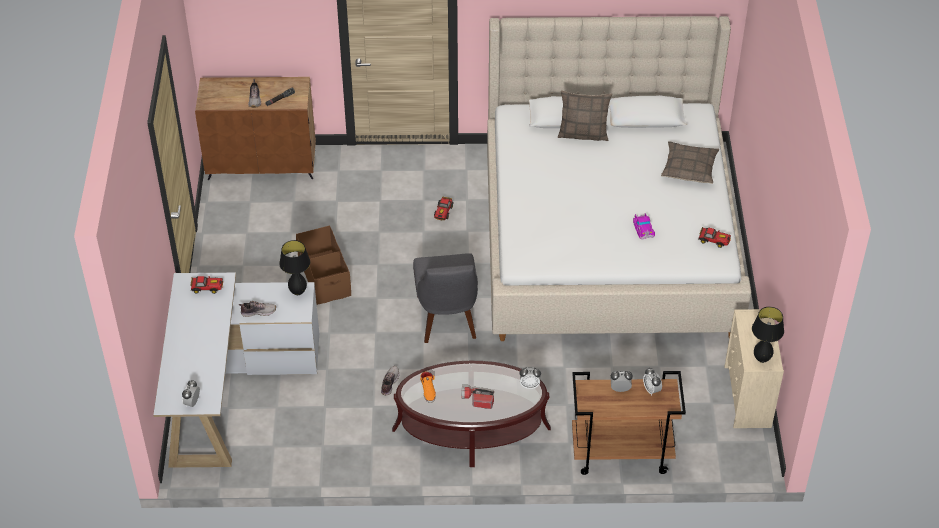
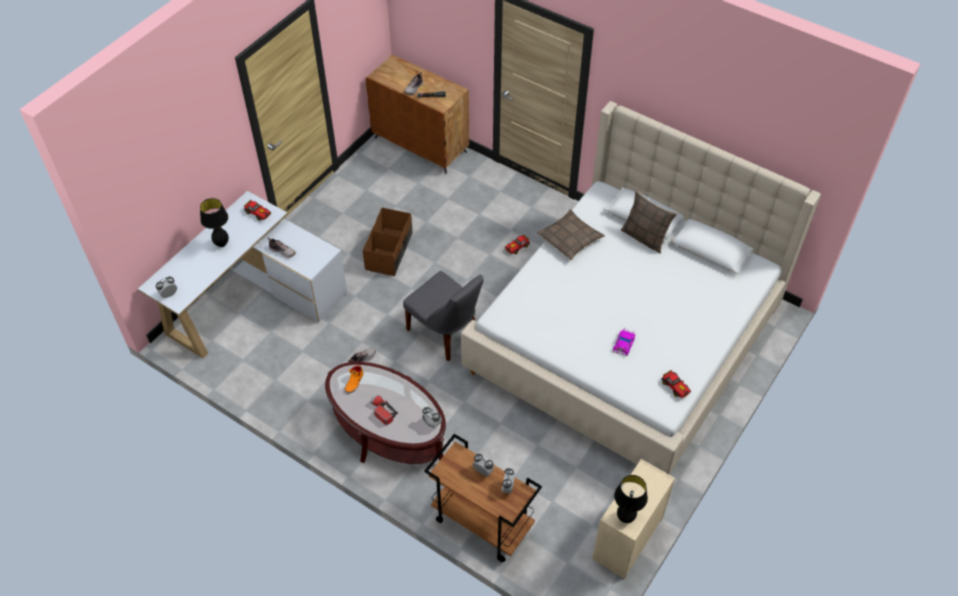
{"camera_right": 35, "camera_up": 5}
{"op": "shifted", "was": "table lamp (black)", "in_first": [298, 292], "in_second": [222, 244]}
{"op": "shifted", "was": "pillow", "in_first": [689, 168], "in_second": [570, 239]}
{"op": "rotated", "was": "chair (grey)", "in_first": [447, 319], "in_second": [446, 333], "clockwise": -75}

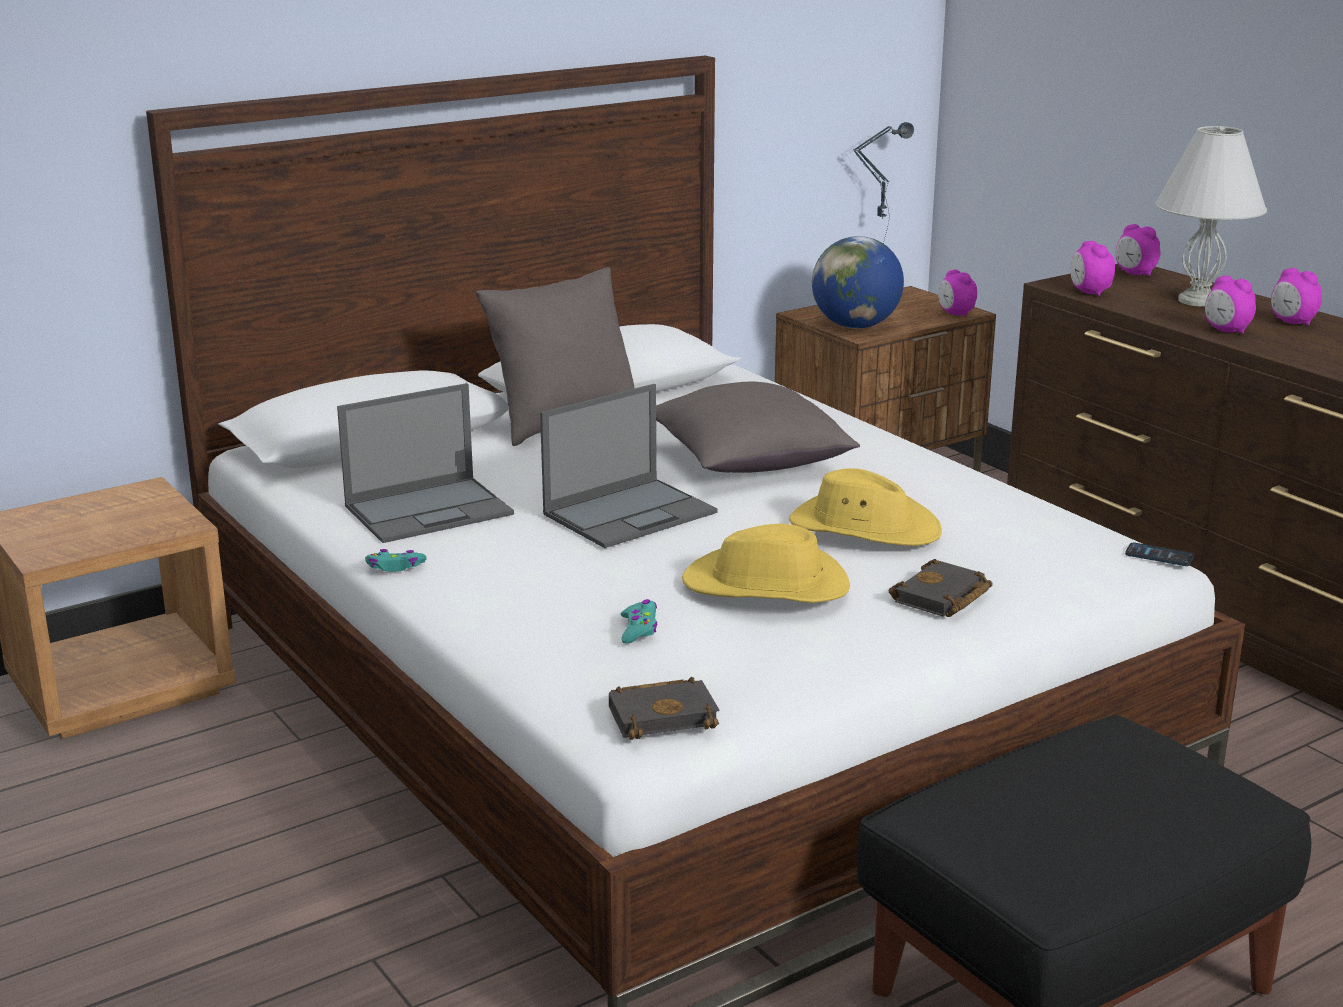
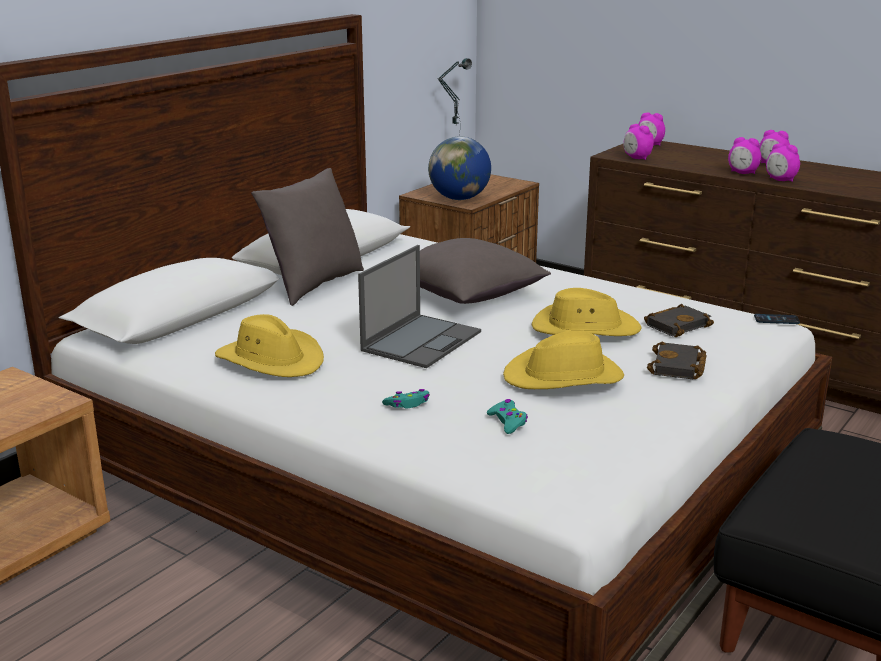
{"camera_right": -20, "camera_up": 0}
{"op": "gone", "was": "table lamp (white)", "in_first": [1198, 300]}
{"op": "shifted", "was": "game controller (turquoise)", "in_first": [395, 567], "in_second": [408, 404]}
{"op": "shifted", "was": "book (black)", "in_first": [664, 715], "in_second": [677, 325]}
{"op": "shifted", "was": "alarm clock", "in_first": [955, 314], "in_second": [780, 180]}
{"op": "swapped", "was": "laptop", "now": "hat (yellow)", "in_first": [430, 510], "in_second": [271, 360]}

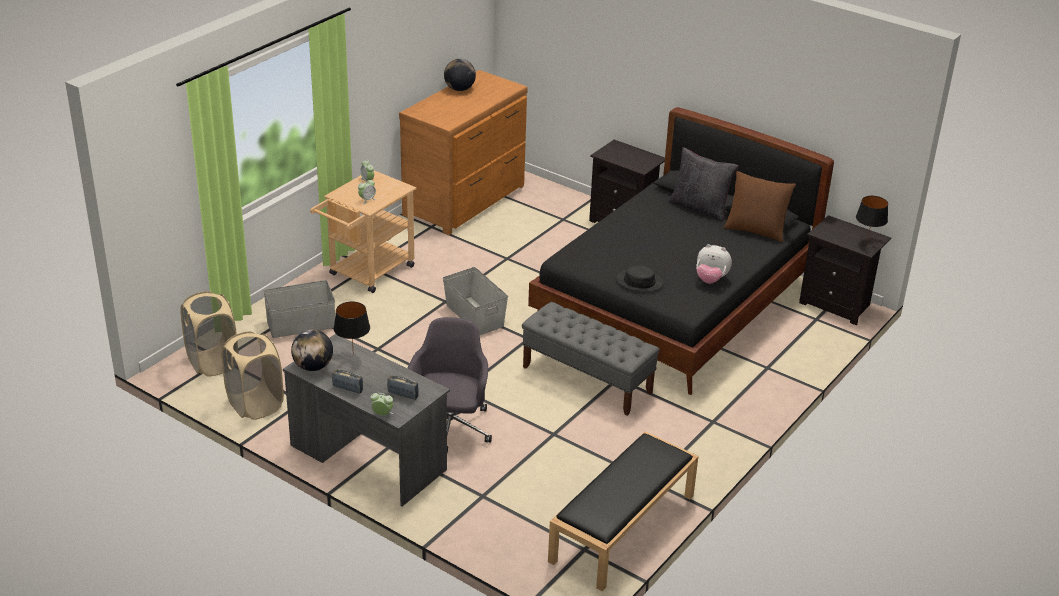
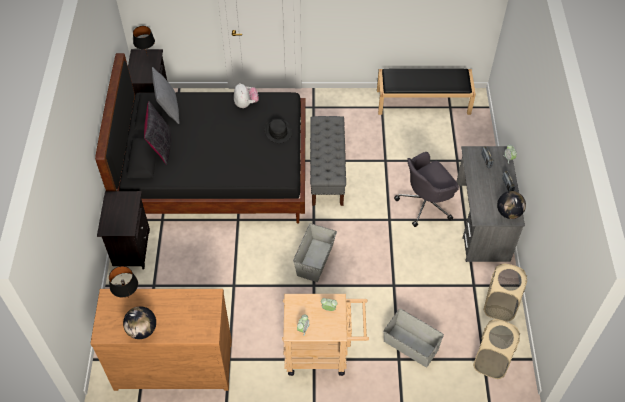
{"camera_right": -125, "camera_up": 20}
{"op": "shifted", "was": "table lamp (black)", "in_first": [352, 354], "in_second": [128, 298]}
{"op": "repainted", "was": "pillow (brown)", "now": "pillow (grey)", "in_first": [756, 230], "in_second": [168, 109]}

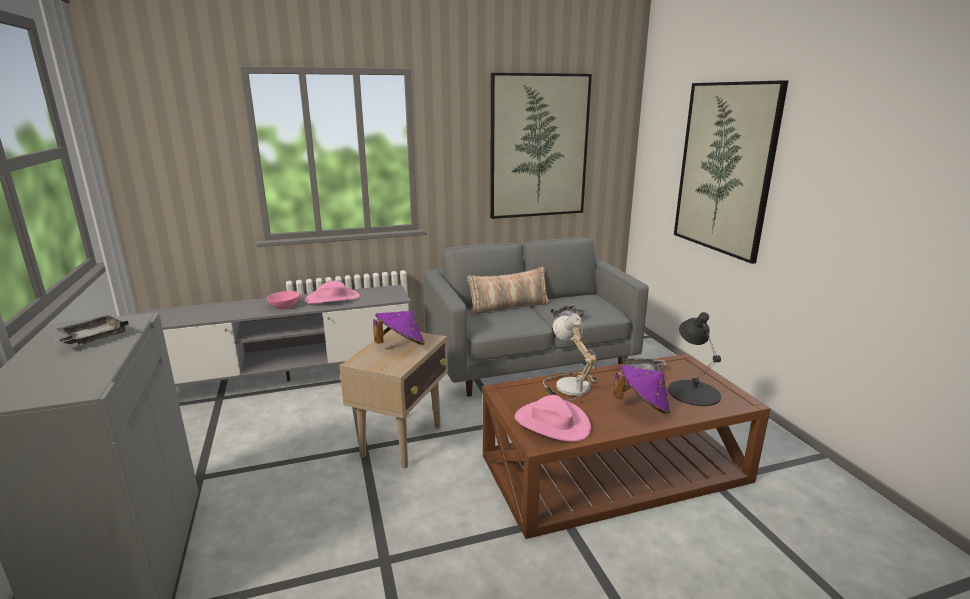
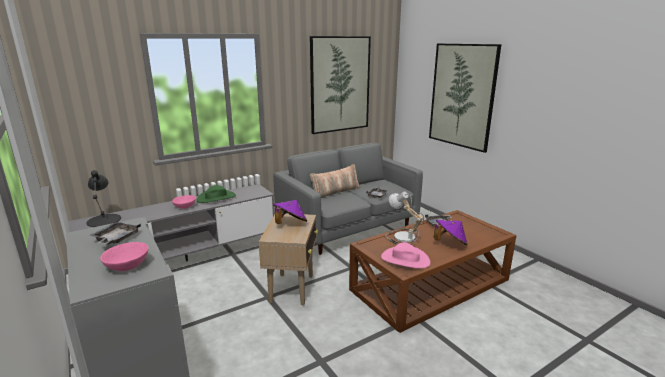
{"camera_right": -15, "camera_up": 0}
{"op": "new", "now": "bowl (pink)", "in_second": [128, 266]}
{"op": "shifted", "was": "table lamp (black)", "in_first": [694, 392], "in_second": [104, 220]}
{"op": "repainted", "was": "hat (pink)", "now": "hat (green)", "in_first": [332, 298], "in_second": [216, 198]}

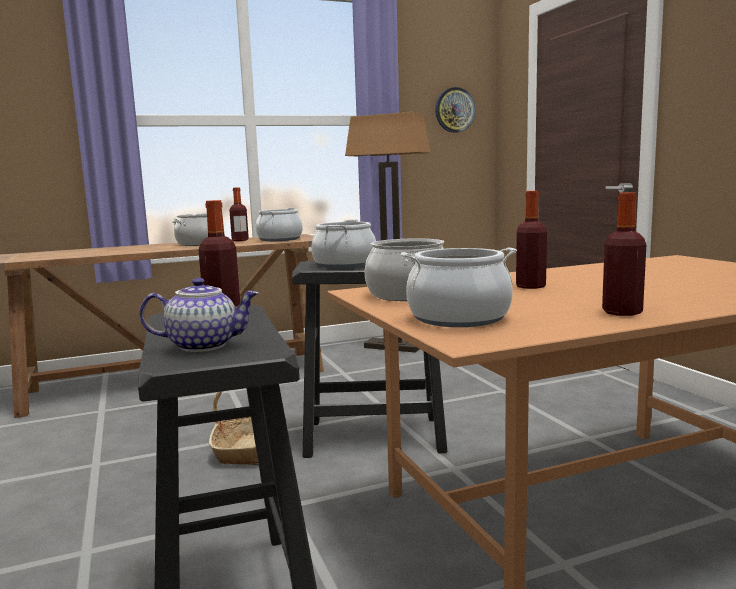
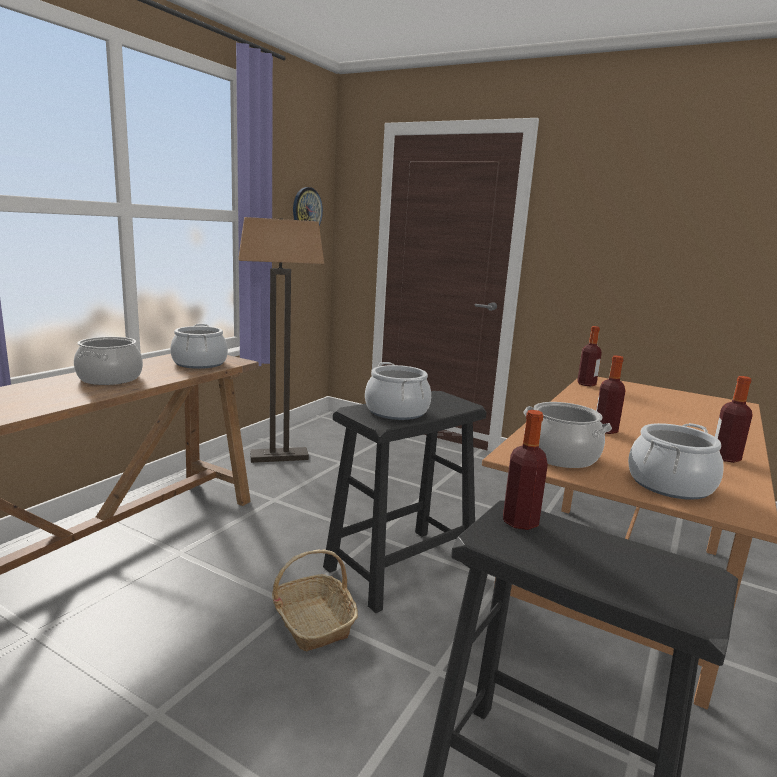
{"camera_right": -40, "camera_up": 5}
{"op": "gone", "was": "teapot", "in_first": [204, 345]}
{"op": "shifted", "was": "bottle", "in_first": [240, 240], "in_second": [586, 384]}

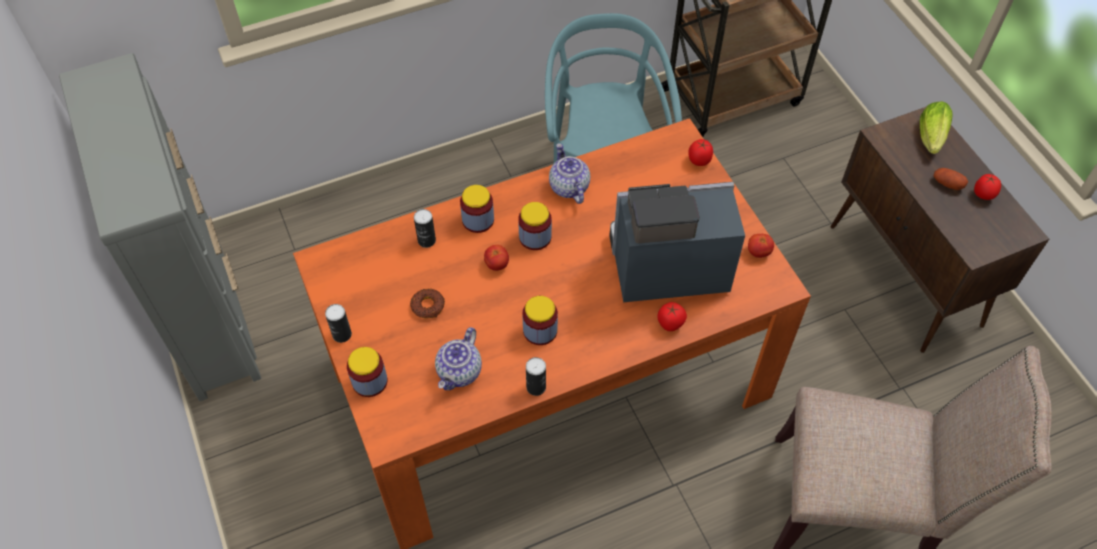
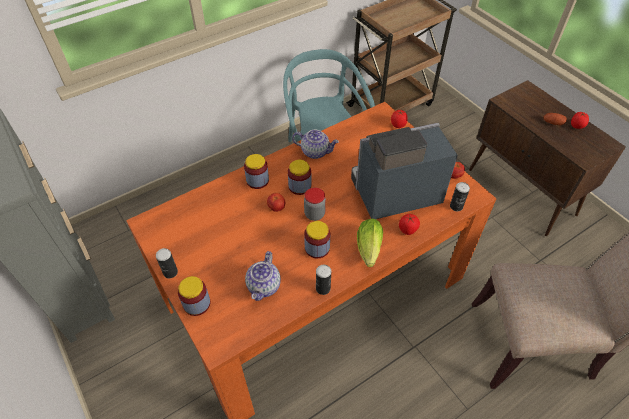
{"camera_right": -10, "camera_up": -5}
{"op": "gone", "was": "donut", "in_first": [428, 306]}
{"op": "new", "now": "jar", "in_second": [314, 214]}
{"op": "shifted", "was": "can", "in_first": [426, 240], "in_second": [456, 206]}
{"op": "shifted", "was": "lettuce", "in_first": [931, 139], "in_second": [368, 250]}
{"op": "rotated", "was": "teapot", "in_first": [568, 187], "in_second": [315, 151], "clockwise": 135}

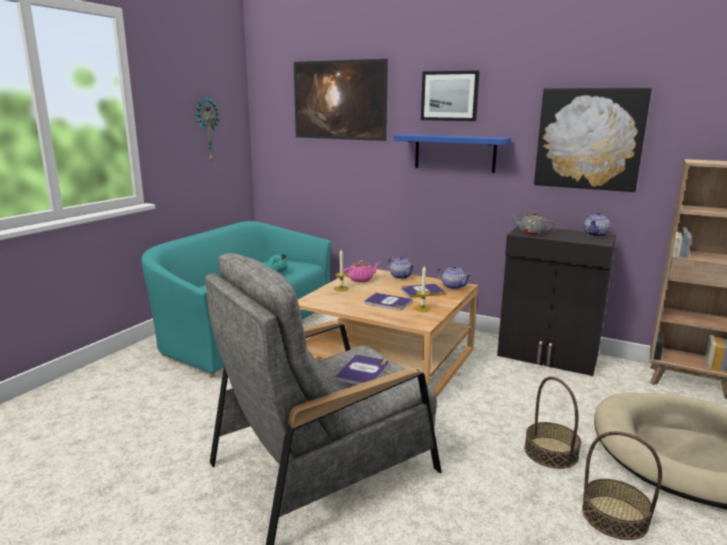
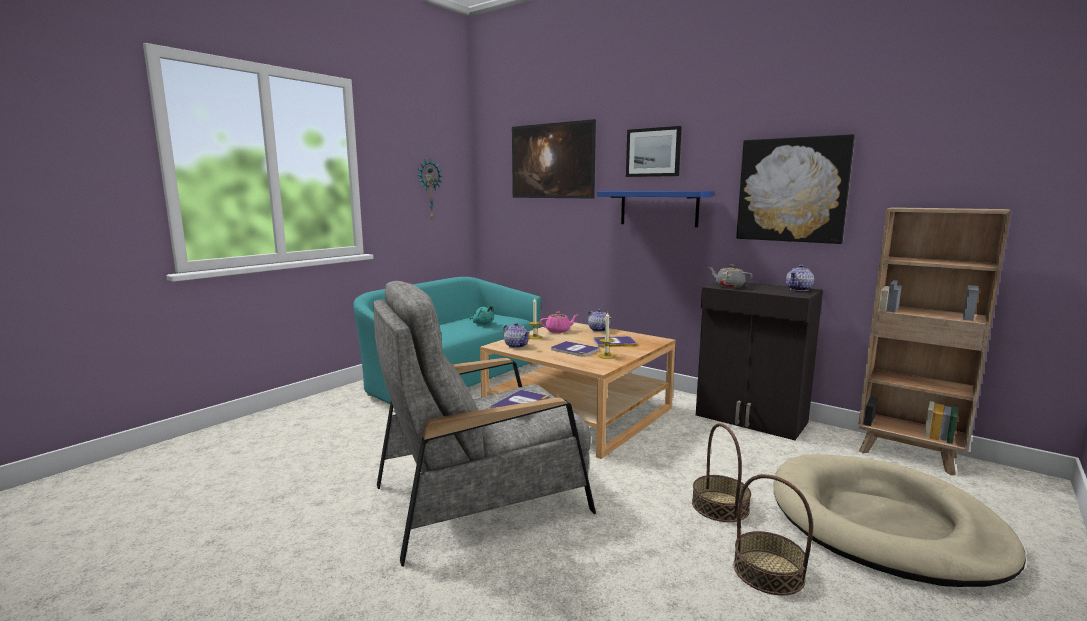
{"camera_right": 10, "camera_up": -5}
{"op": "shifted", "was": "teapot", "in_first": [453, 286], "in_second": [516, 346]}

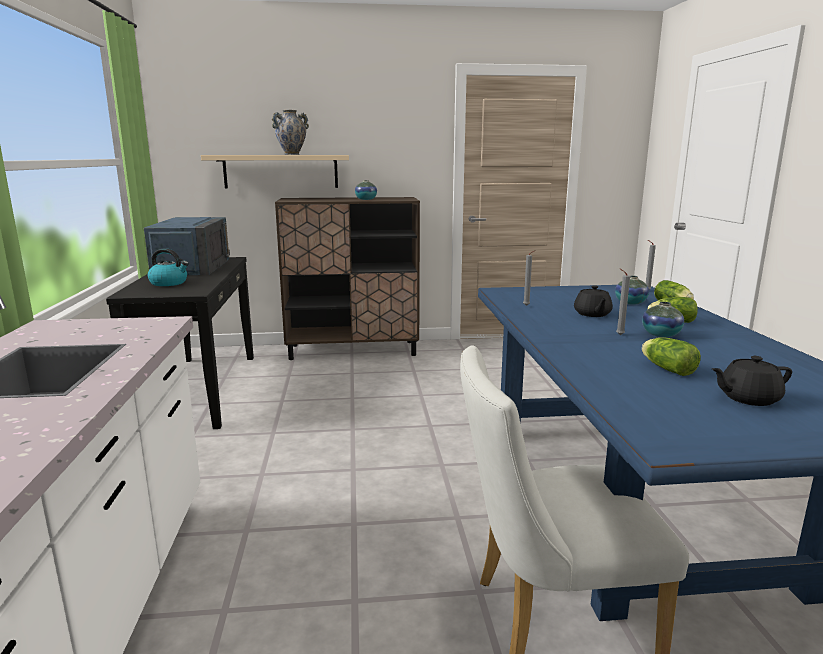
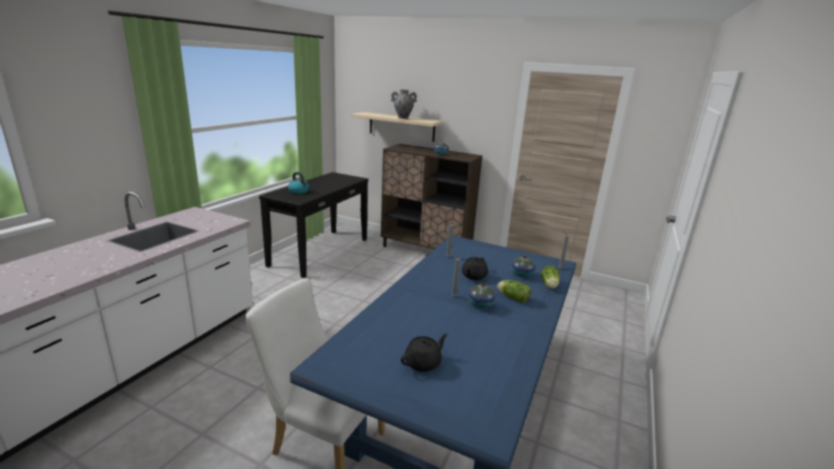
{"camera_right": 30, "camera_up": 5}
{"op": "gone", "was": "microwave (blue)", "in_first": [192, 266]}
{"op": "gone", "was": "lettuce", "in_first": [666, 368]}
{"op": "rotated", "was": "teapot (black)", "in_first": [747, 398], "in_second": [423, 363], "clockwise": 120}

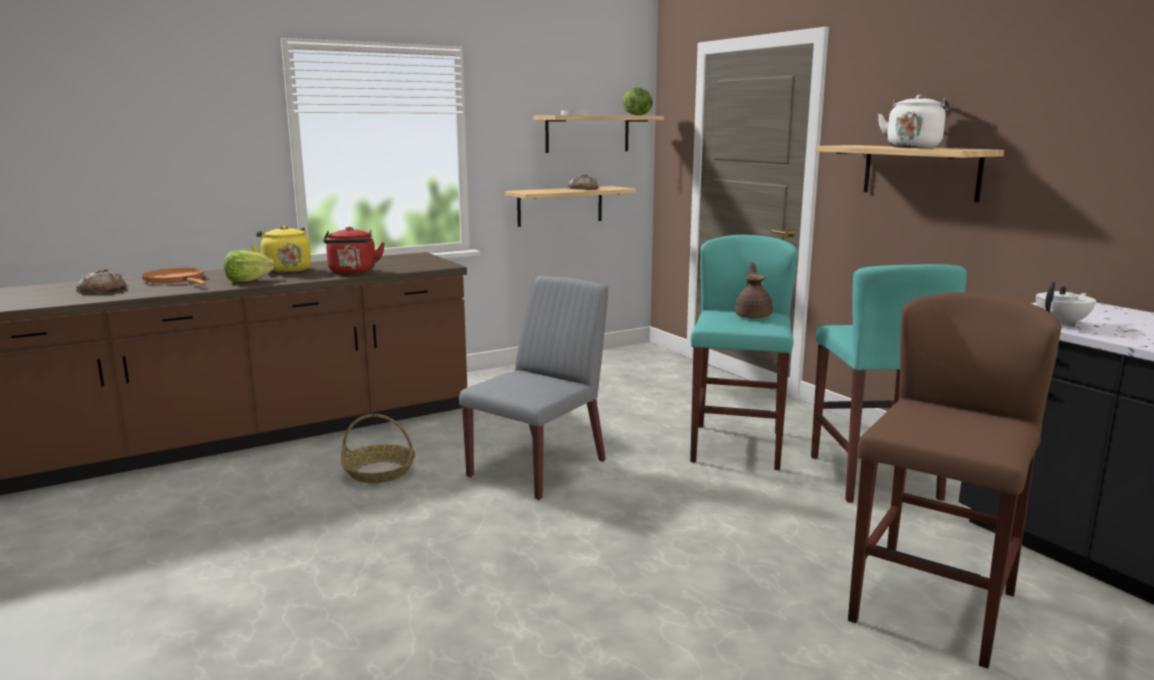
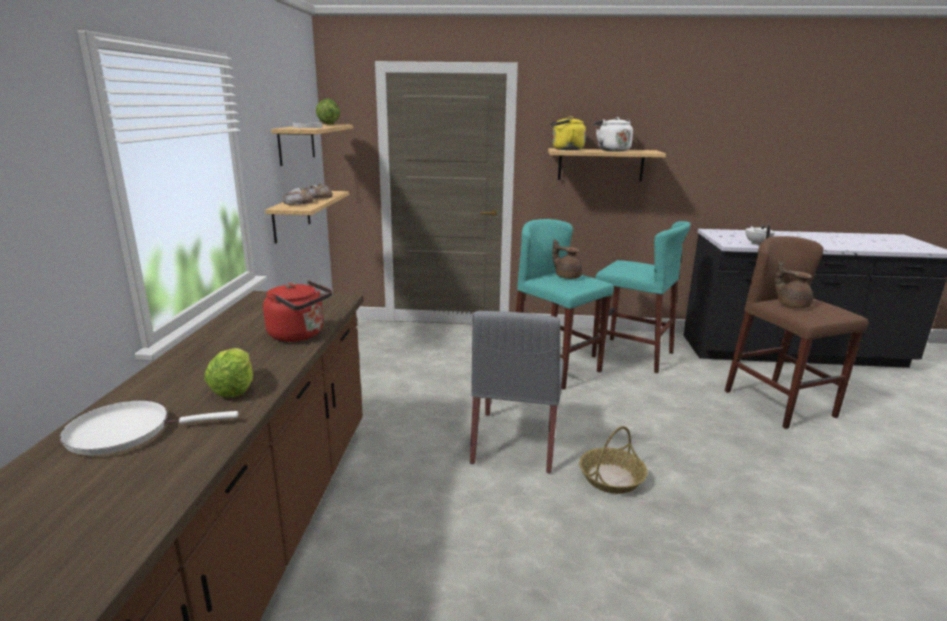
{"camera_right": -55, "camera_up": 5}
{"op": "new", "now": "teapot (brown)", "in_second": [791, 305]}
{"op": "shifted", "was": "bread", "in_first": [102, 290], "in_second": [298, 203]}
{"op": "shifted", "was": "kettle (yellow)", "in_first": [286, 270], "in_second": [565, 149]}
{"op": "shifted", "was": "basket", "in_first": [378, 472], "in_second": [611, 478]}
{"op": "repainted", "was": "frying pan (orange)", "now": "frying pan (white)", "in_first": [176, 280], "in_second": [126, 431]}
{"op": "rotated", "was": "chair (grey)", "in_first": [539, 468], "in_second": [515, 442], "clockwise": -150}

